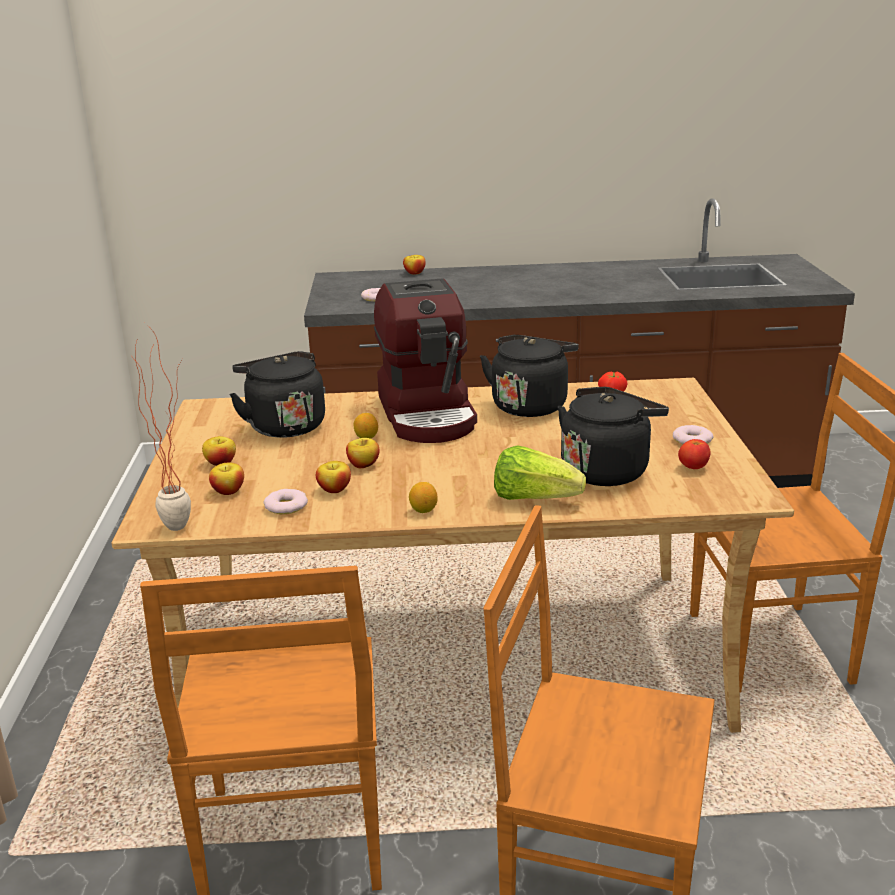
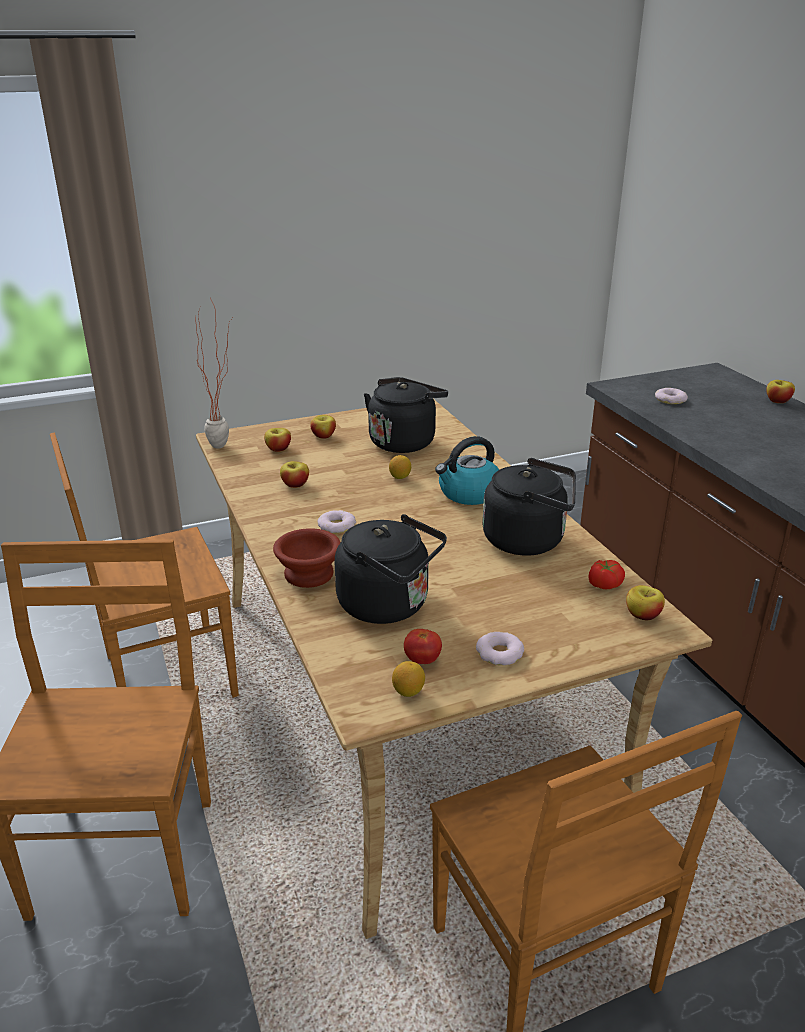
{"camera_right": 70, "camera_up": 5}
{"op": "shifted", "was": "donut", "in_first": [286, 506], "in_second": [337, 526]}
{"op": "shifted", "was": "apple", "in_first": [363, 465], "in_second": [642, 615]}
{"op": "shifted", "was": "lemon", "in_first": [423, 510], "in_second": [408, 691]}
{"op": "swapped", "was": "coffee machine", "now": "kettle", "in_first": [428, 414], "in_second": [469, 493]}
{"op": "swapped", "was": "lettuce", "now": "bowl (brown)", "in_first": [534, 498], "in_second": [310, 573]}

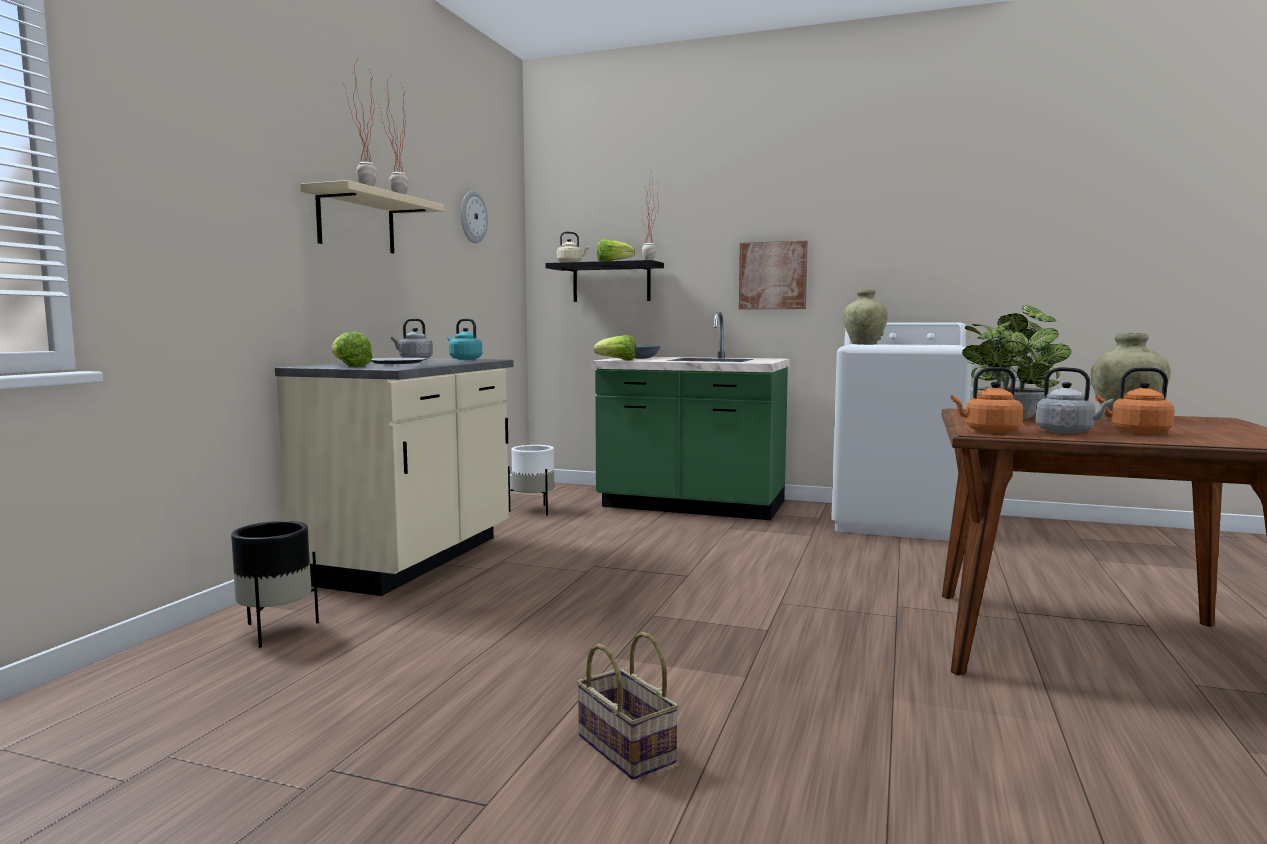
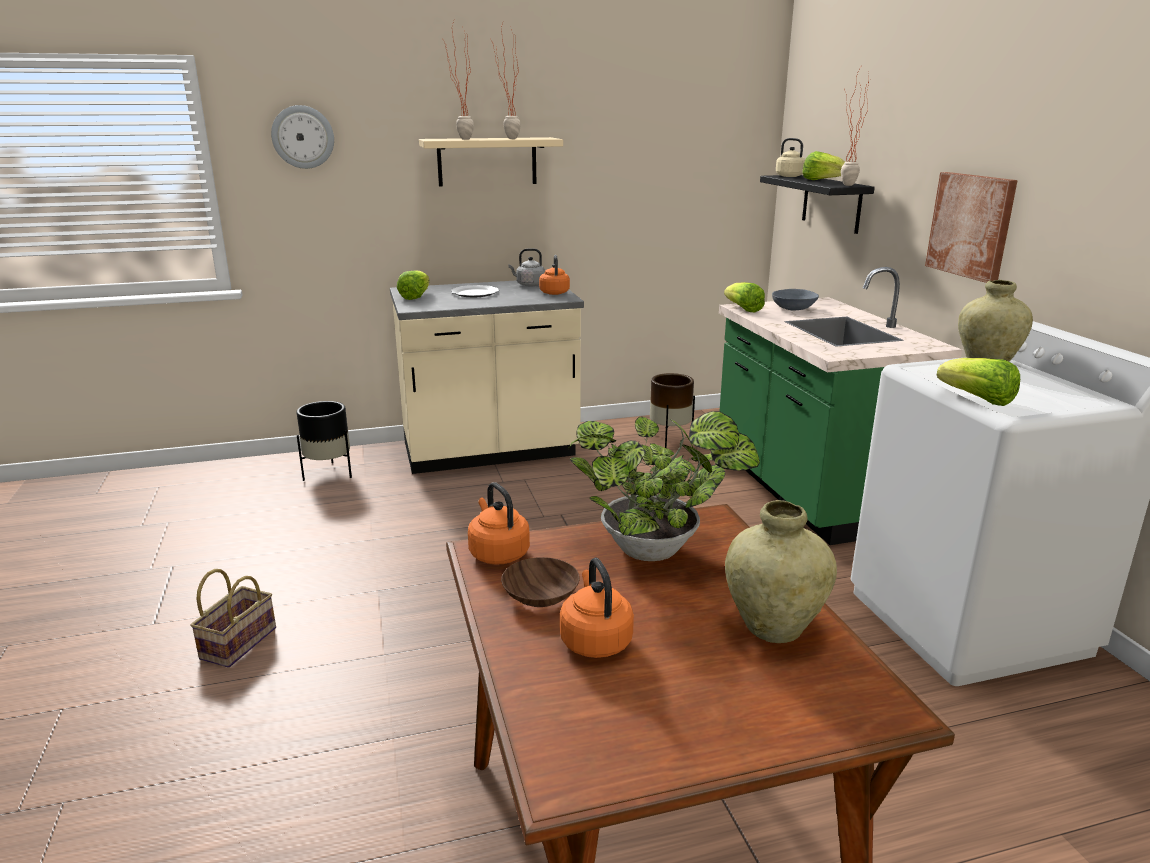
{"camera_right": 55, "camera_up": 15}
{"op": "new", "now": "lettuce", "in_second": [977, 399]}
{"op": "shifted", "was": "wall clock", "in_first": [472, 217], "in_second": [303, 137]}
{"op": "swapped", "was": "kettle (grey)", "now": "bowl (brown)", "in_first": [1067, 432], "in_second": [542, 596]}
{"op": "repainted", "was": "kettle (turquoise)", "now": "kettle (orange)", "in_first": [464, 359], "in_second": [554, 292]}
{"op": "repainted", "was": "planter (white)", "now": "planter (brown)", "in_first": [534, 510], "in_second": [670, 439]}

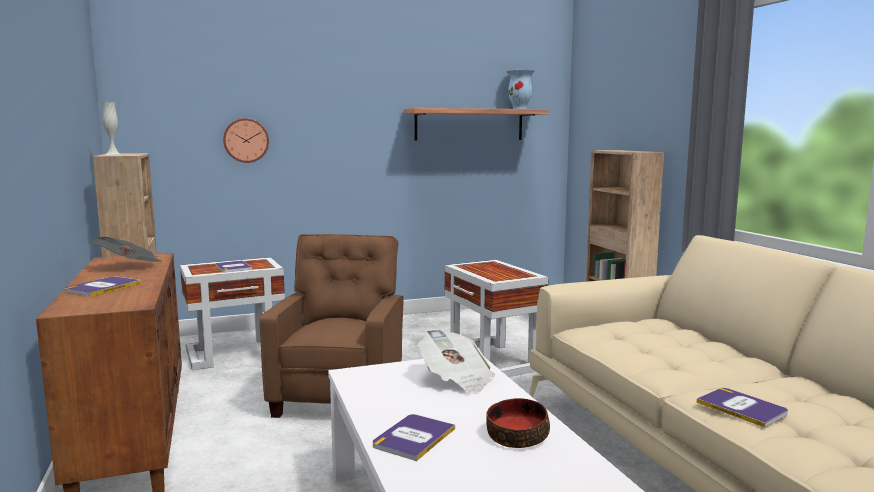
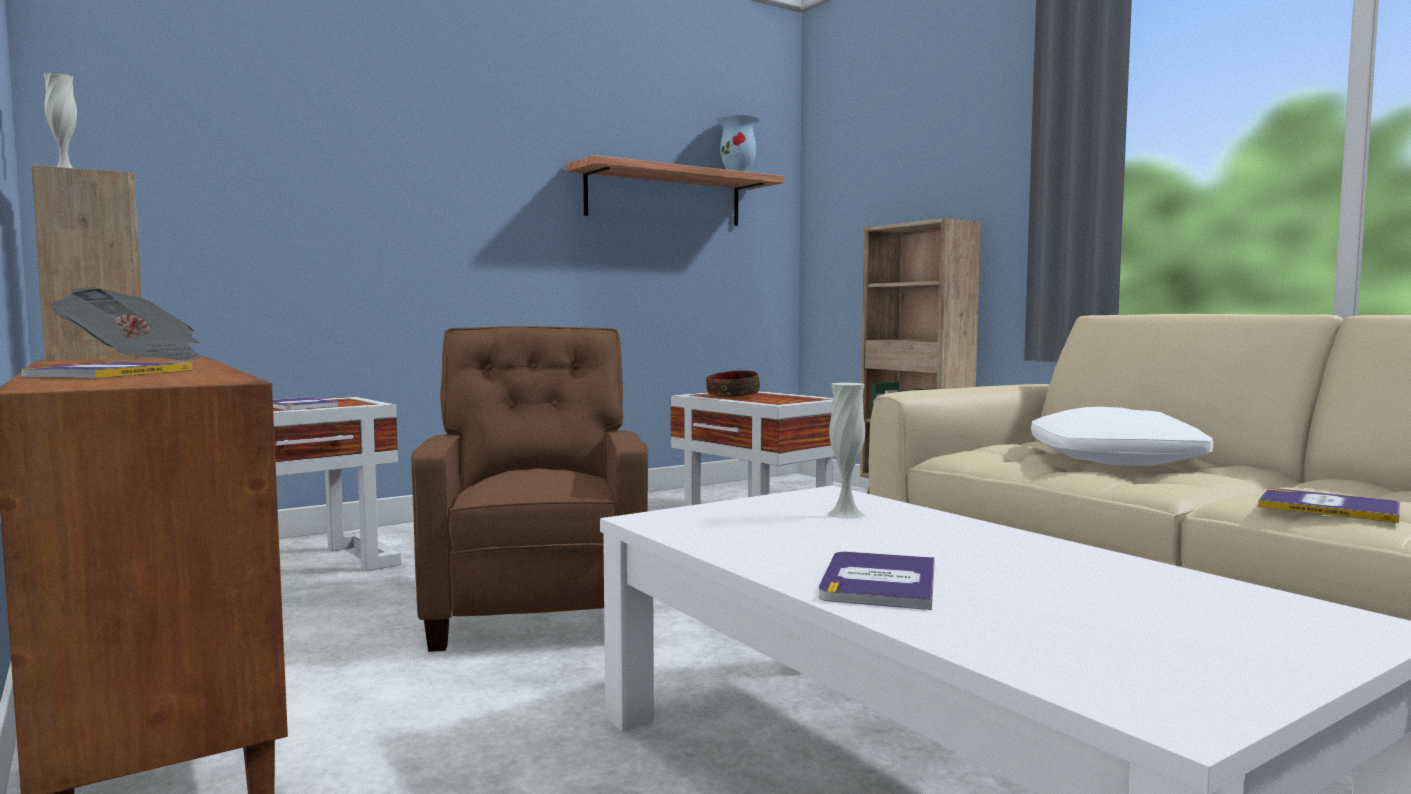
{"camera_right": -15, "camera_up": -5}
{"op": "gone", "was": "wall clock", "in_first": [246, 140]}
{"op": "new", "now": "pillow (white)", "in_second": [1113, 459]}
{"op": "shifted", "was": "bowl", "in_first": [516, 436], "in_second": [732, 396]}
{"op": "swapped", "was": "newspaper", "now": "vase (white)", "in_first": [456, 380], "in_second": [845, 514]}

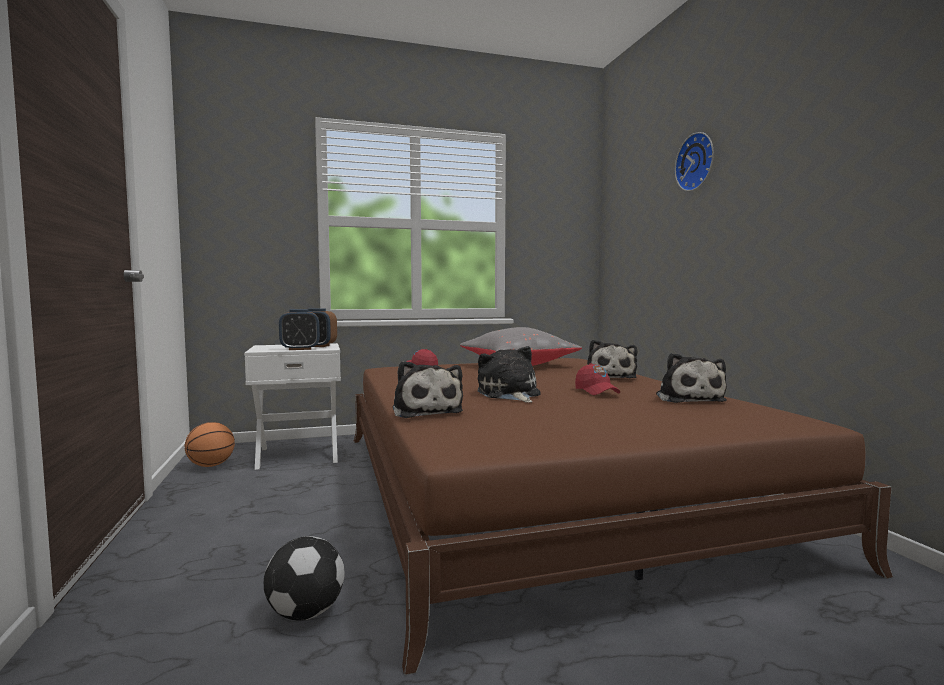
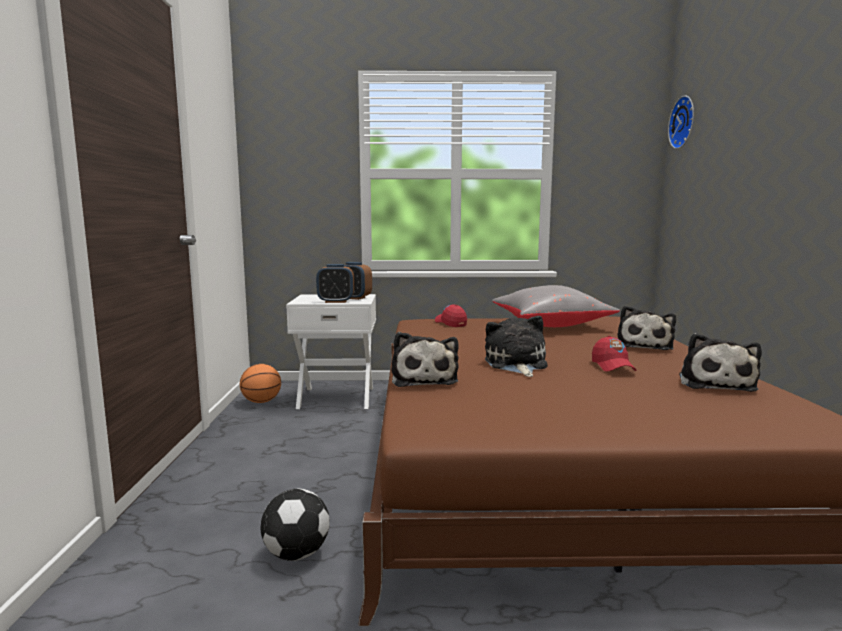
{"camera_right": 15, "camera_up": 5}
{"op": "shifted", "was": "wall clock", "in_first": [697, 162], "in_second": [684, 122]}

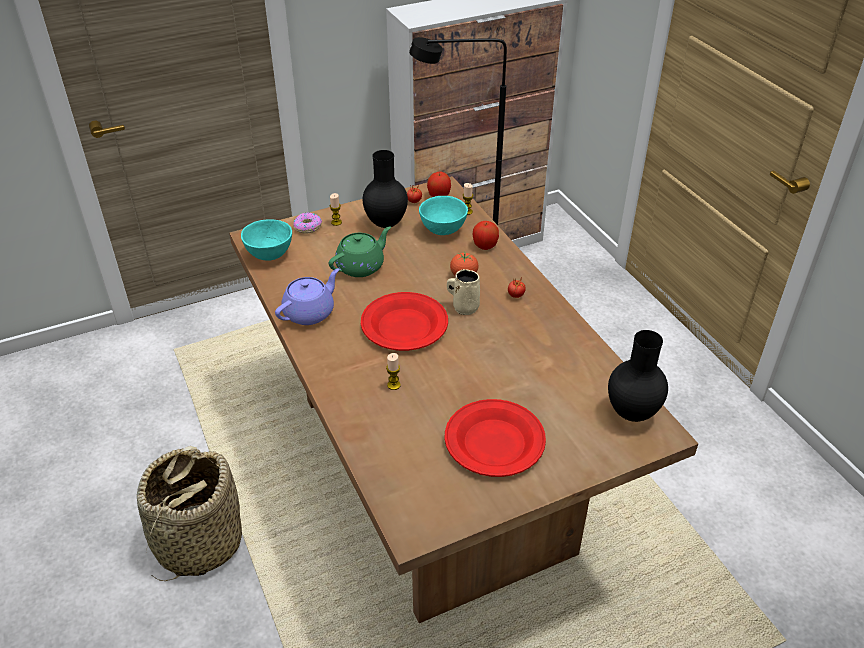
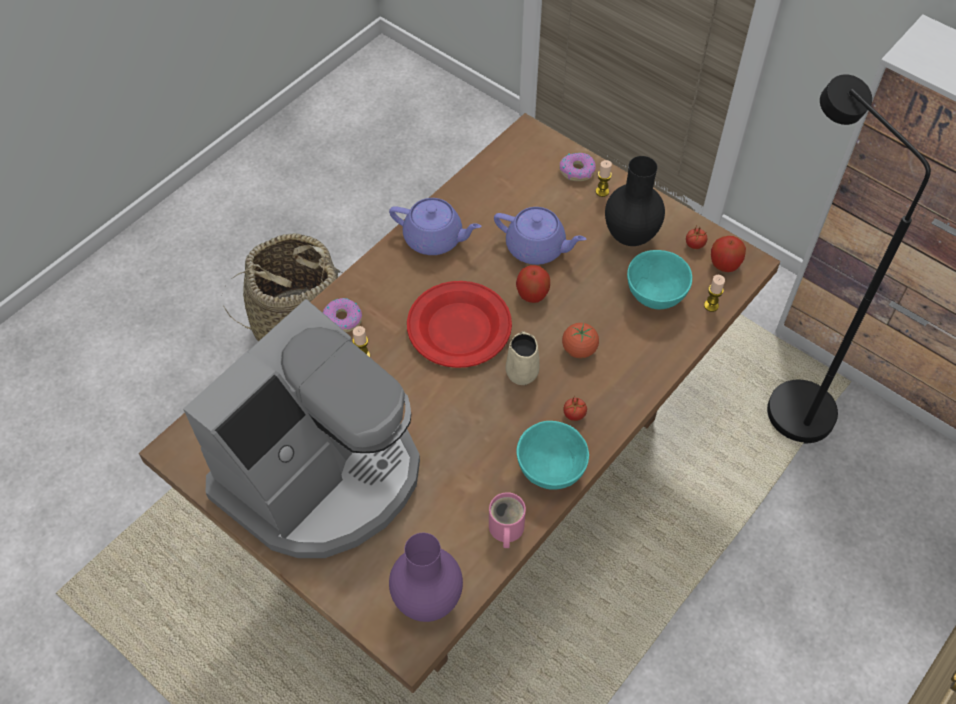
{"camera_right": 65, "camera_up": 15}
{"op": "new", "now": "donut", "in_second": [342, 319]}
{"op": "new", "now": "mug (pink)", "in_second": [505, 529]}
{"op": "shifted", "was": "bowl (turquoise)", "in_first": [269, 254], "in_second": [550, 469]}
{"op": "shifted", "was": "apple", "in_first": [485, 246], "in_second": [532, 294]}
{"op": "swapped", "was": "plate (red)", "now": "coffee machine", "in_first": [493, 442], "in_second": [322, 475]}
{"op": "repainted", "was": "teapot (green)", "now": "teapot (purple)", "in_first": [361, 266], "in_second": [537, 248]}
{"op": "repainted", "was": "vase (black)", "now": "vase (purple)", "in_first": [631, 412], "in_second": [429, 599]}

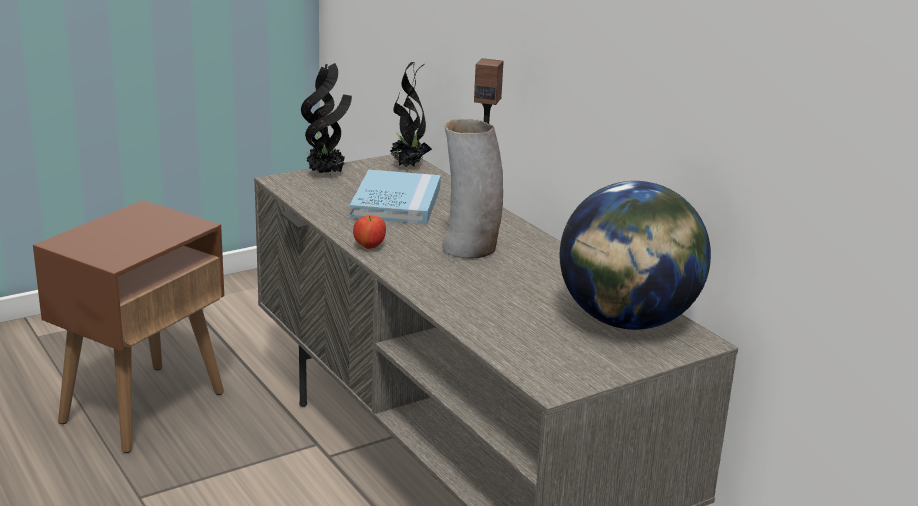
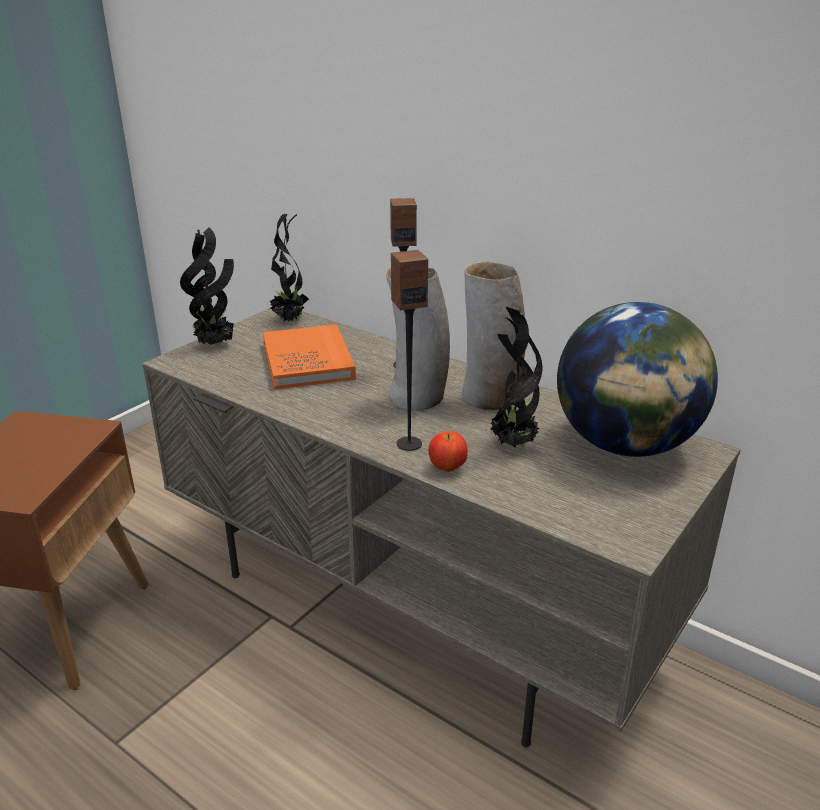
{"camera_right": -20, "camera_up": 5}
{"op": "new", "now": "speaker", "in_second": [409, 443]}
{"op": "new", "now": "vase", "in_second": [490, 398]}
{"op": "new", "now": "potted plant", "in_second": [510, 444]}
{"op": "shifted", "was": "apple", "in_first": [369, 246], "in_second": [447, 467]}
{"op": "repainted", "was": "book (blue)", "now": "book (orange)", "in_first": [396, 202], "in_second": [307, 361]}

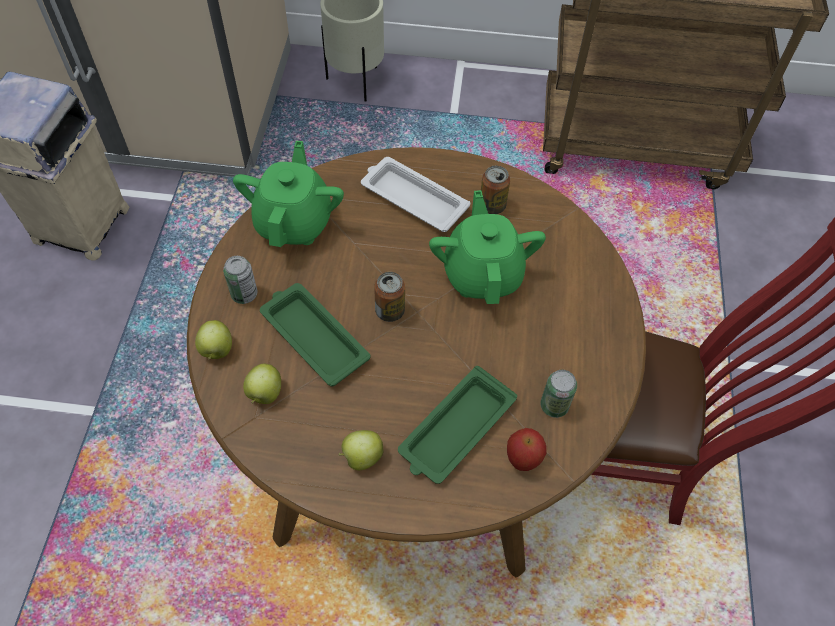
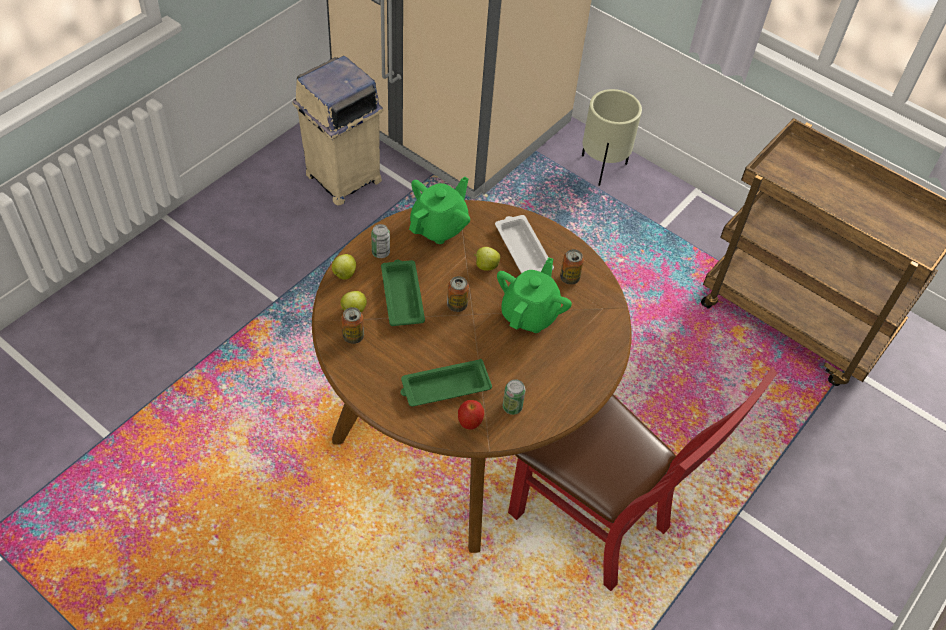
{"camera_right": 30, "camera_up": -5}
{"op": "new", "now": "can", "in_second": [353, 336]}
{"op": "shifted", "was": "apple", "in_first": [361, 457], "in_second": [485, 266]}

